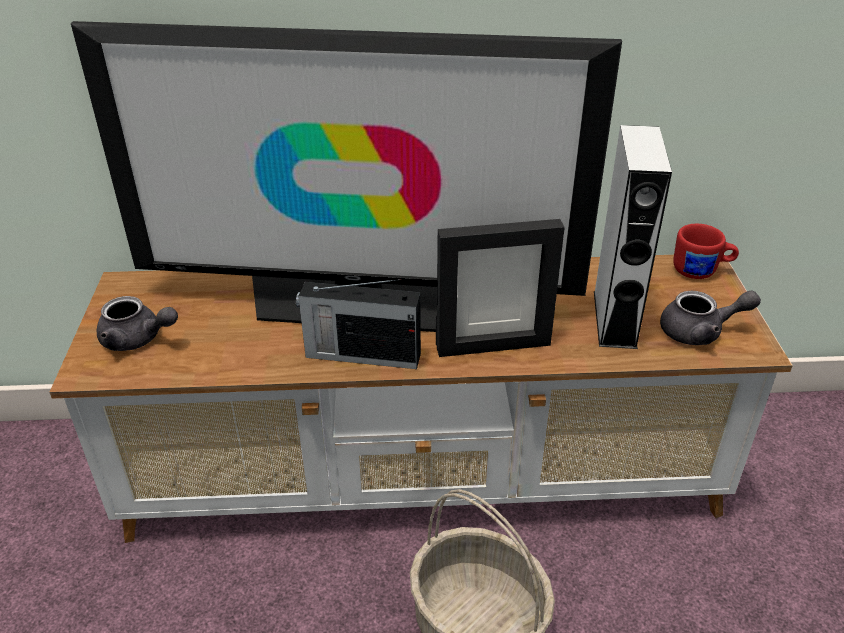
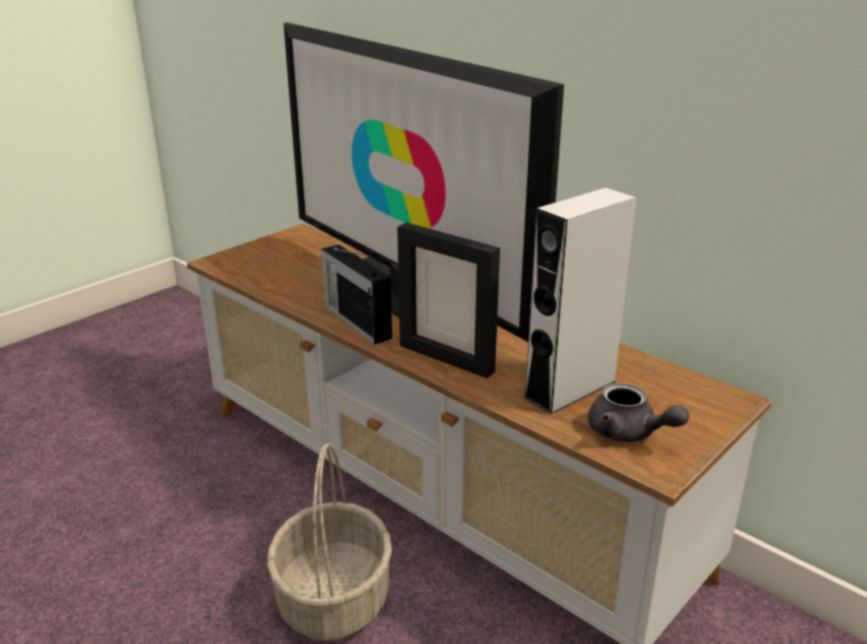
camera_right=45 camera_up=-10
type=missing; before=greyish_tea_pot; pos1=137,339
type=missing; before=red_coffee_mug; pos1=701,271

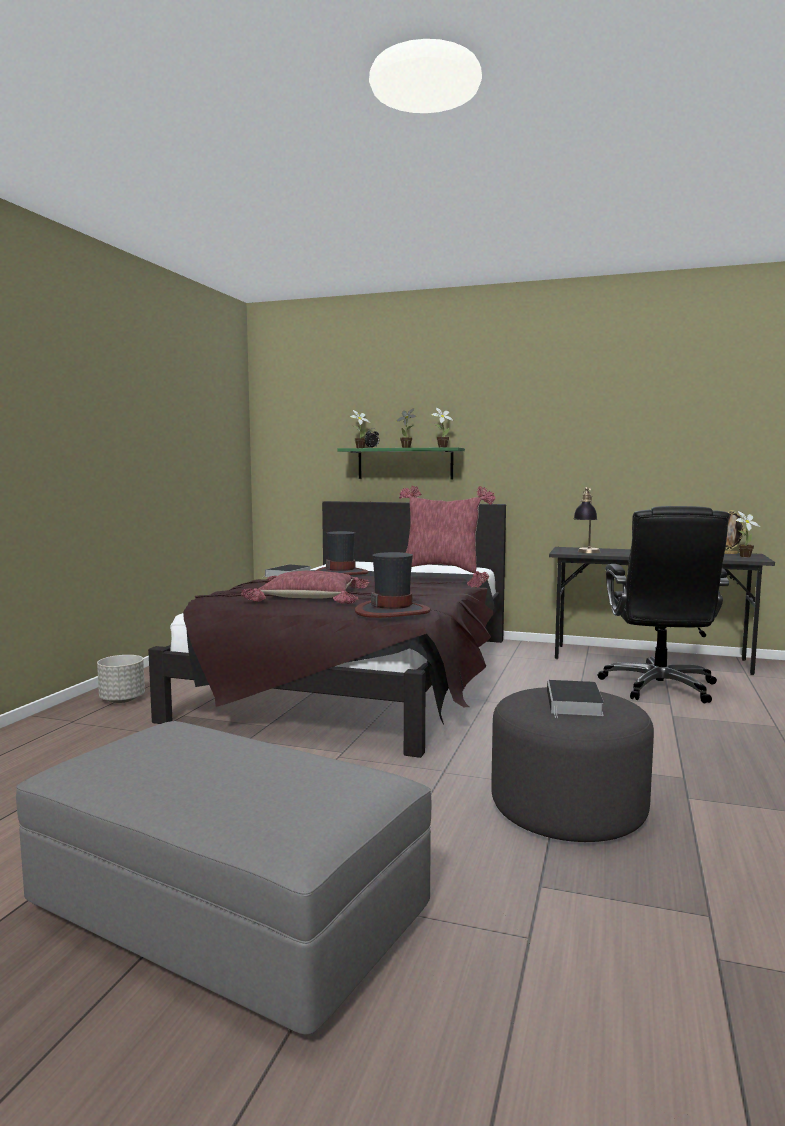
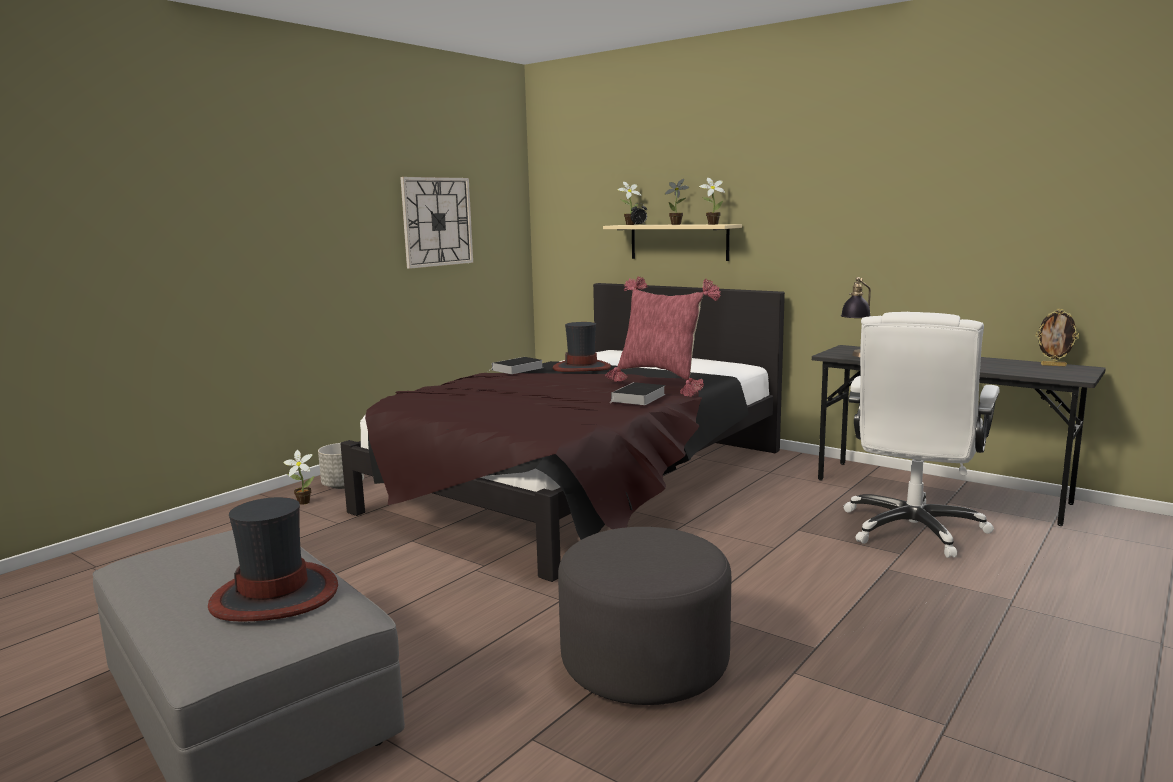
camera_right=20 camera_up=5
type=relocated; before=hat; pos1=392,611; pos2=275,595
type=relocated; before=potted_plant; pos1=743,556; pos2=302,502
type=appeared; after=hanging_clock; pos2=437,222
type=colour; before=green-coloured_wall_shelf; after=sand-coloured_wall_shelf; pos1=405,463; pos2=678,242
type=relocated; before=volume; pos1=574,704; pos2=638,398
type=colour; before=black-coloured_office_chair; after=white-coloured_office_chair; pos1=659,686; pos2=913,528
type=missing; before=red_cushion; pos1=309,595

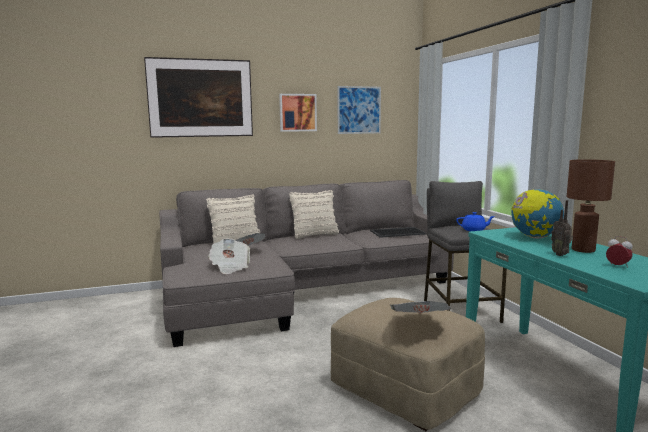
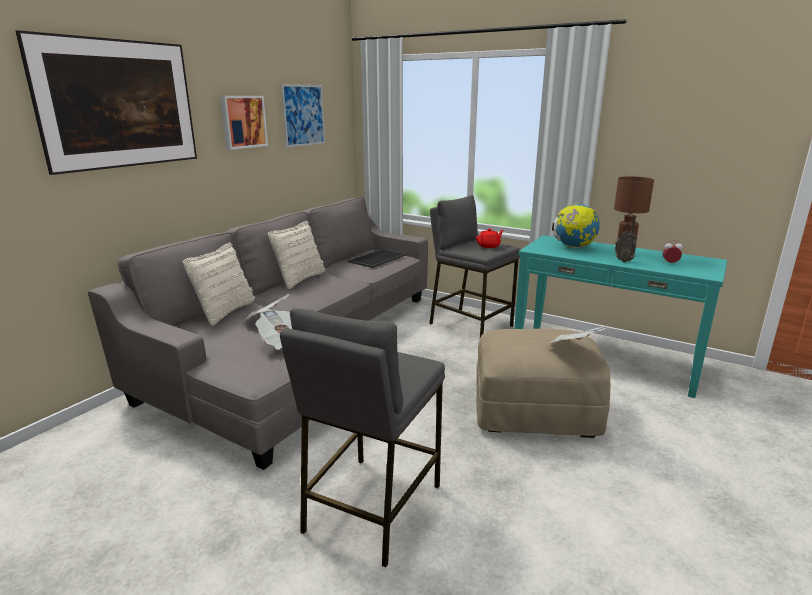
camera_right=-40 camera_up=10
type=appeared; after=greyish_stool; pos2=371,507
type=colour; before=bluish_tea_pot; after=red_tea_pot; pos1=474,230; pos2=489,246

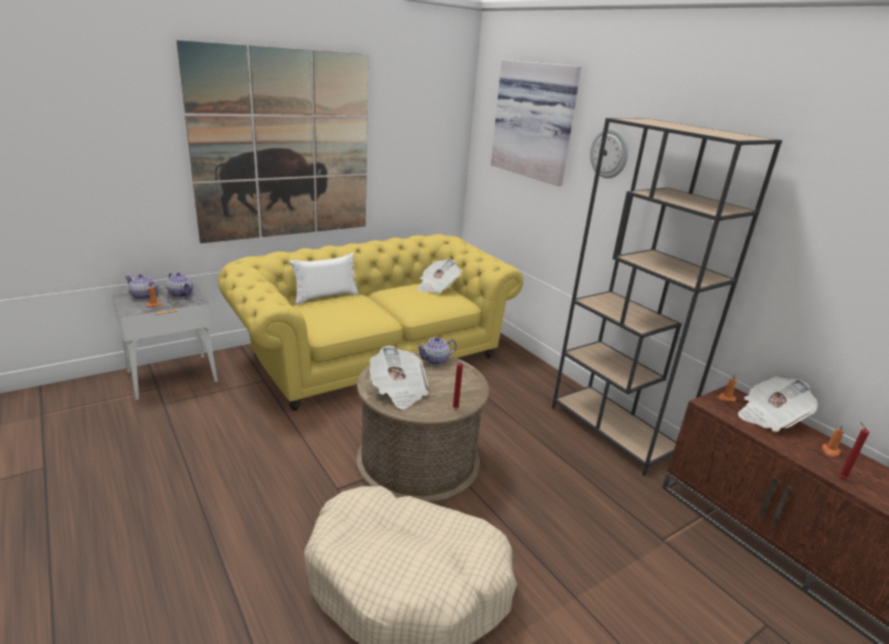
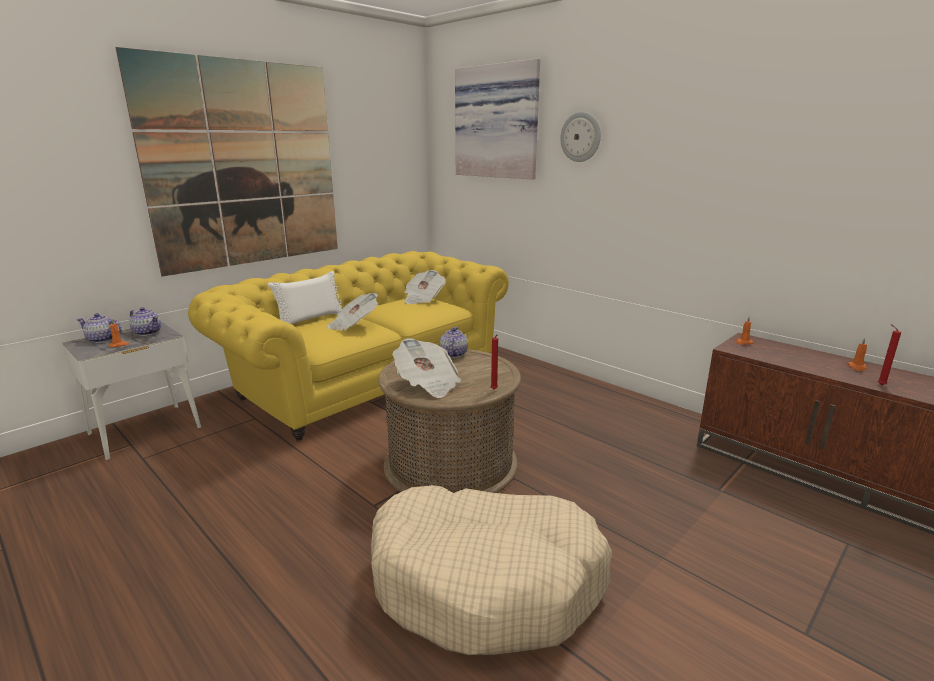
camera_right=-10 camera_up=-5
type=relocated; before=printed_paper; pos1=769,417; pos2=353,325
type=spun; before=tea_pot; pos1=436,360; pos2=453,354; turn=135
type=missing; before=bookcase; pos1=614,431

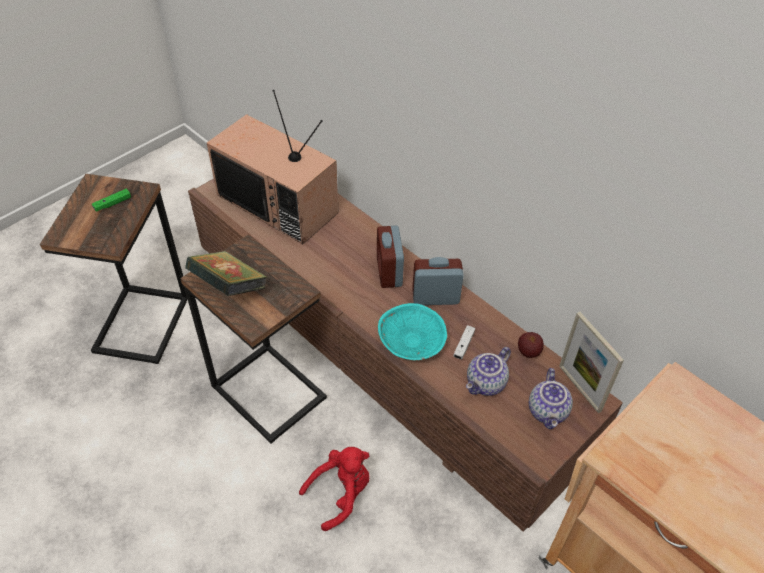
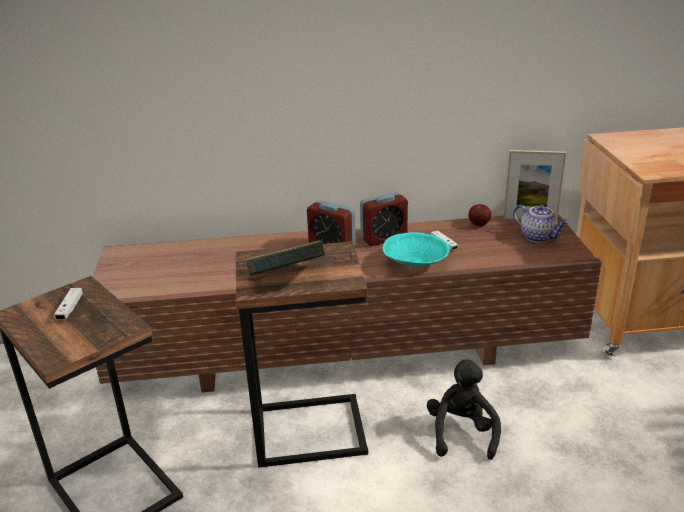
camera_right=-50 camera_up=-20
type=colour; before=green-coloured_joypad; after=white-coloured_joypad; pos1=112,204; pos2=70,309
type=spun; before=alarm_clock; pos1=435,297; pos2=384,238; turn=-150
type=colour; before=red_cuddly_toy; after=black-coloured_cuddly_toy; pos1=341,493; pos2=462,433
type=missing; before=television; pos1=280,203
type=missing; before=tea_pot; pos1=486,384

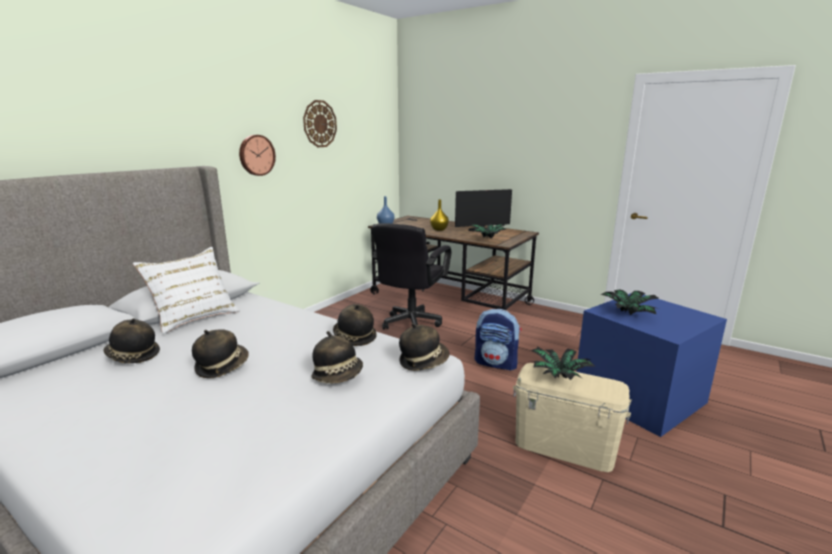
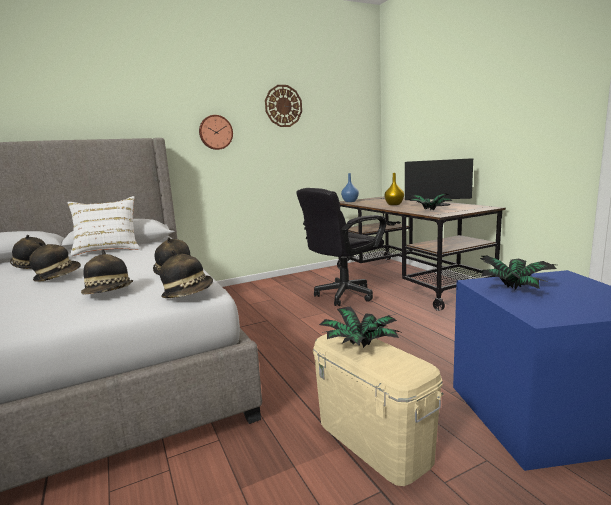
camera_right=30 camera_up=-5
type=missing; before=backpack; pos1=496,363

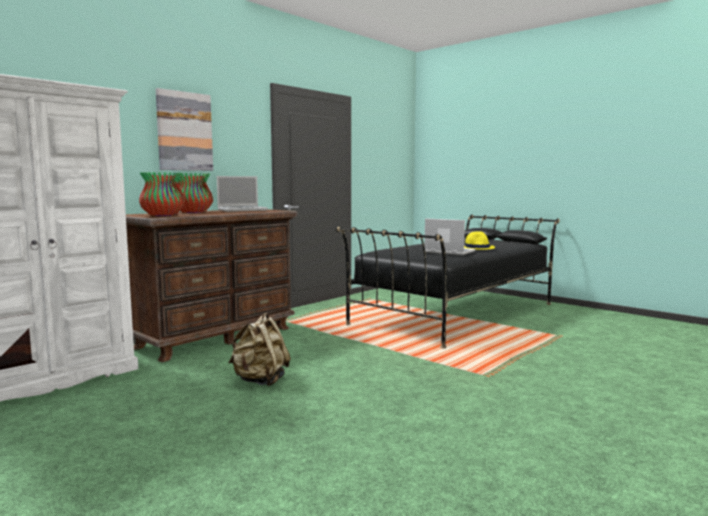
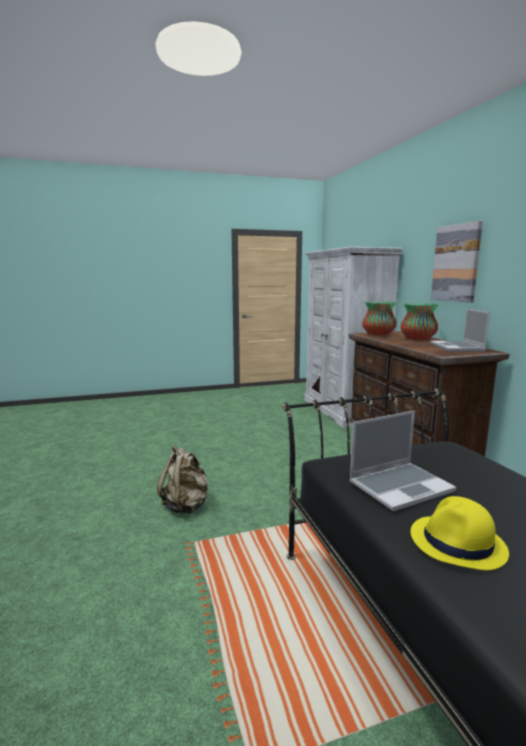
camera_right=120 camera_up=5
type=relocated; before=sand-coloured_backpack; pos1=260,381; pos2=186,505

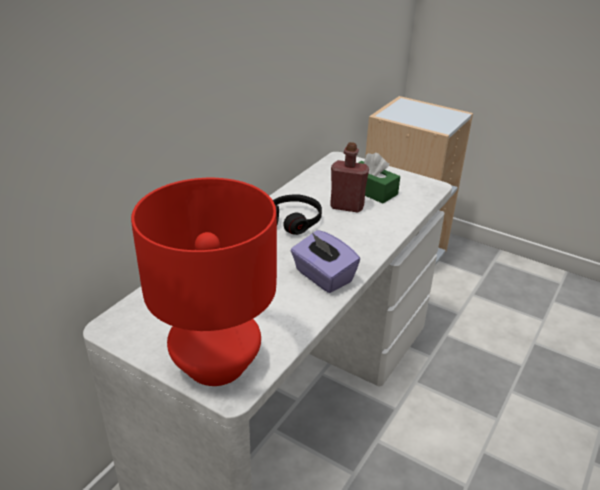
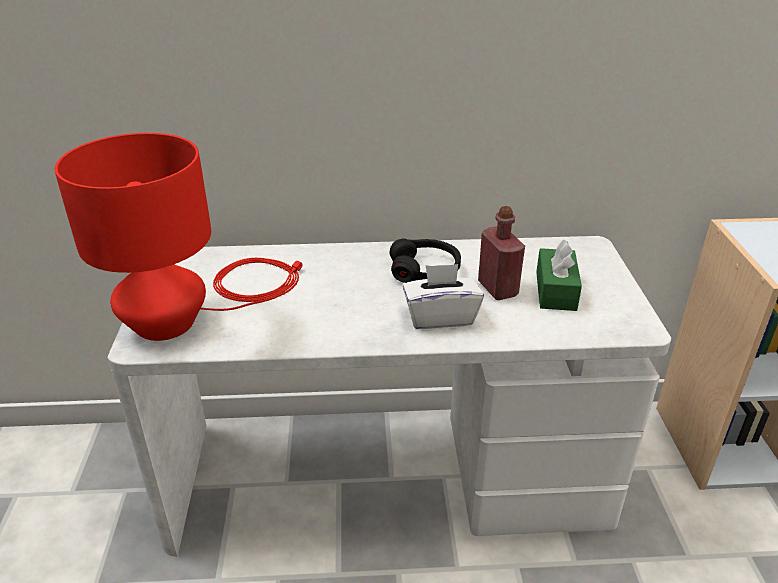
camera_right=55 camera_up=0
type=appeared; after=white-coloured_tissue_holder; pos2=440,317
type=missing; before=purple-coloured_tissue_holder; pos1=323,277

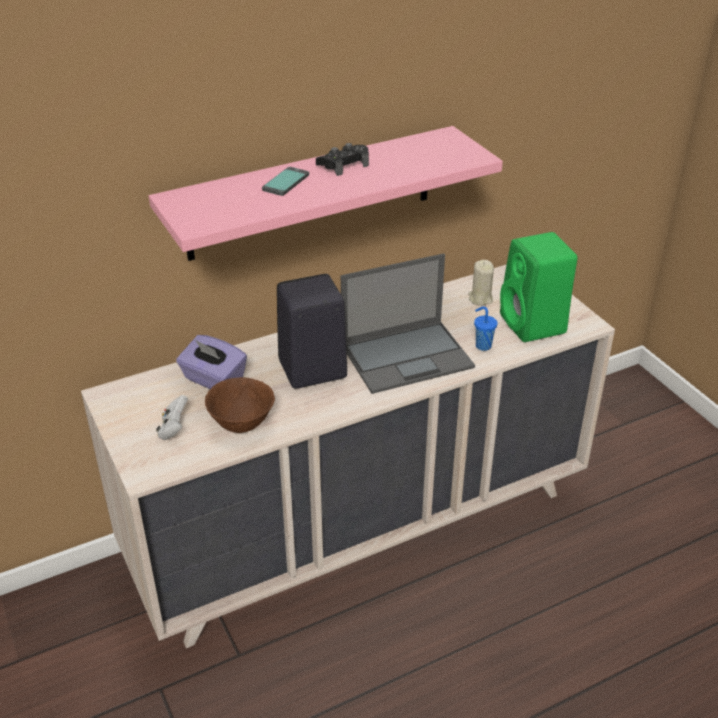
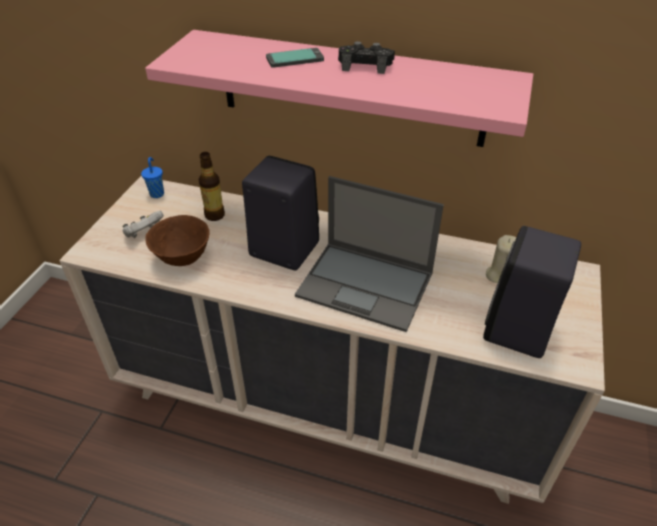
camera_right=45 camera_up=5
type=relocated; before=bluish_drinking_cup; pos1=482,345; pos2=157,193
type=exchanged; before=purple-coloured_tissue_holder; after=beverage_bottle; pos1=213,379; pos2=214,215
type=colour; before=green-coloured_audio_speaker; after=black-coloured_audio_speaker; pos1=534,325; pos2=518,331

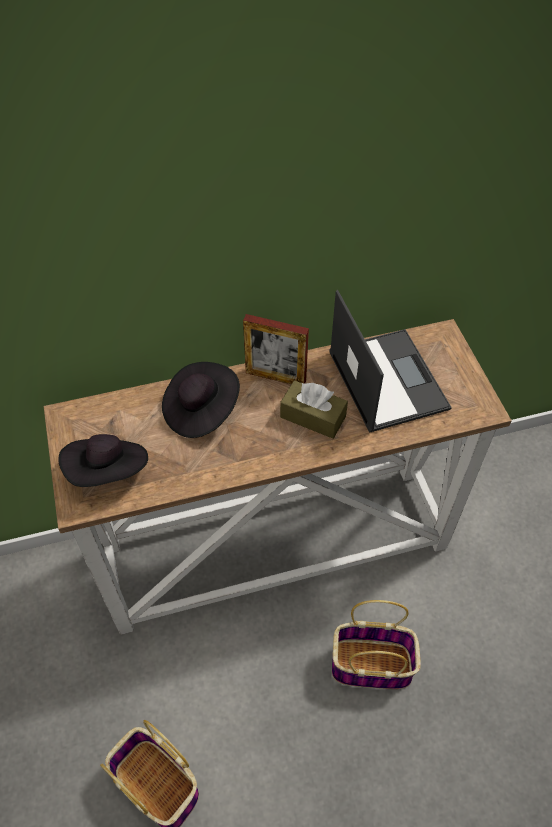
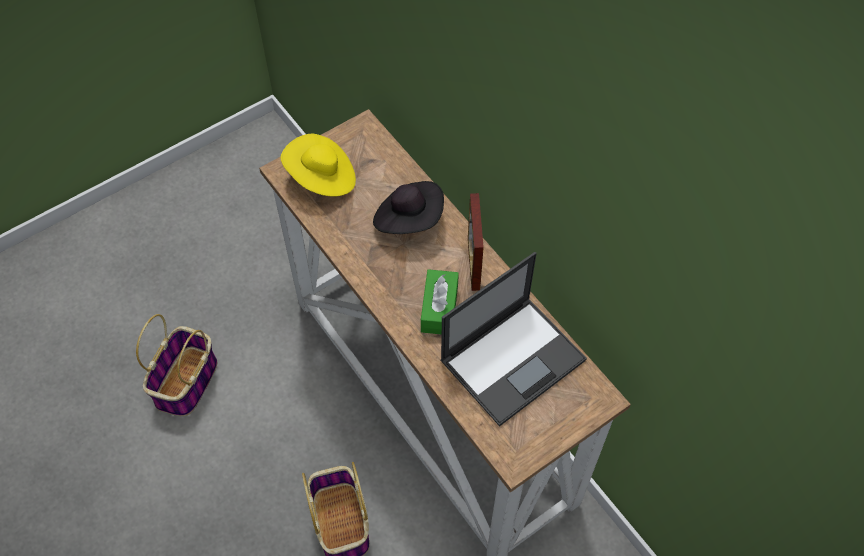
camera_right=70 camera_up=5
type=colour; before=black-coloured_hat; after=yellow-coloured_hat; pos1=108,471; pos2=321,178
type=colour; before=brown-coloured_tissue_holder; after=green-coloured_tissue_holder; pos1=313,417; pos2=439,308

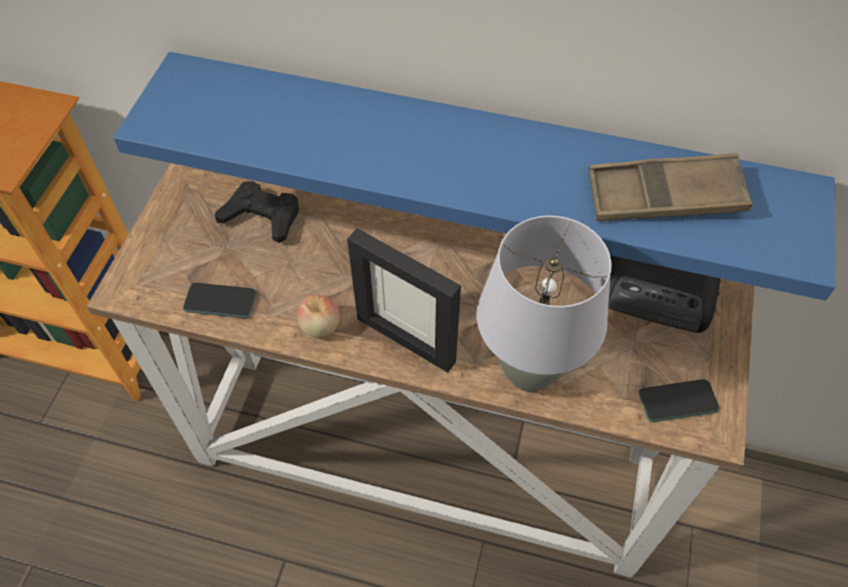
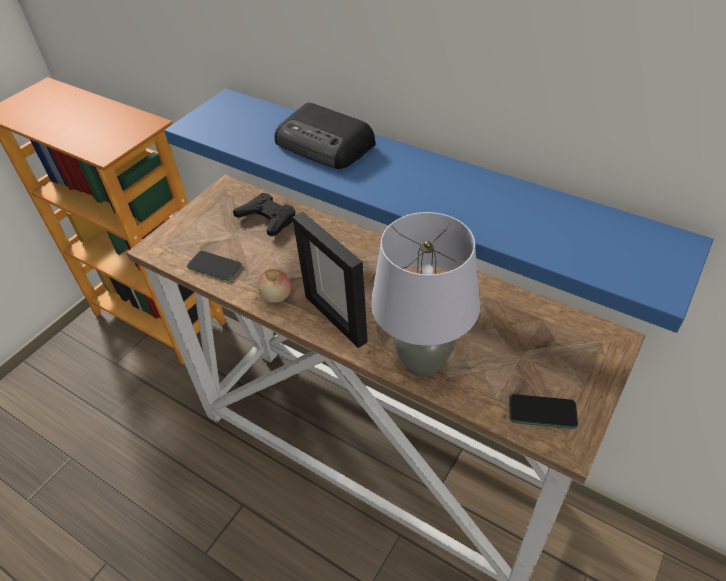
camera_right=20 camera_up=-10
type=relocated; before=radio; pos1=658,294; pos2=325,145
type=missing; before=brown-coloured_carrying_tray; pos1=664,196

